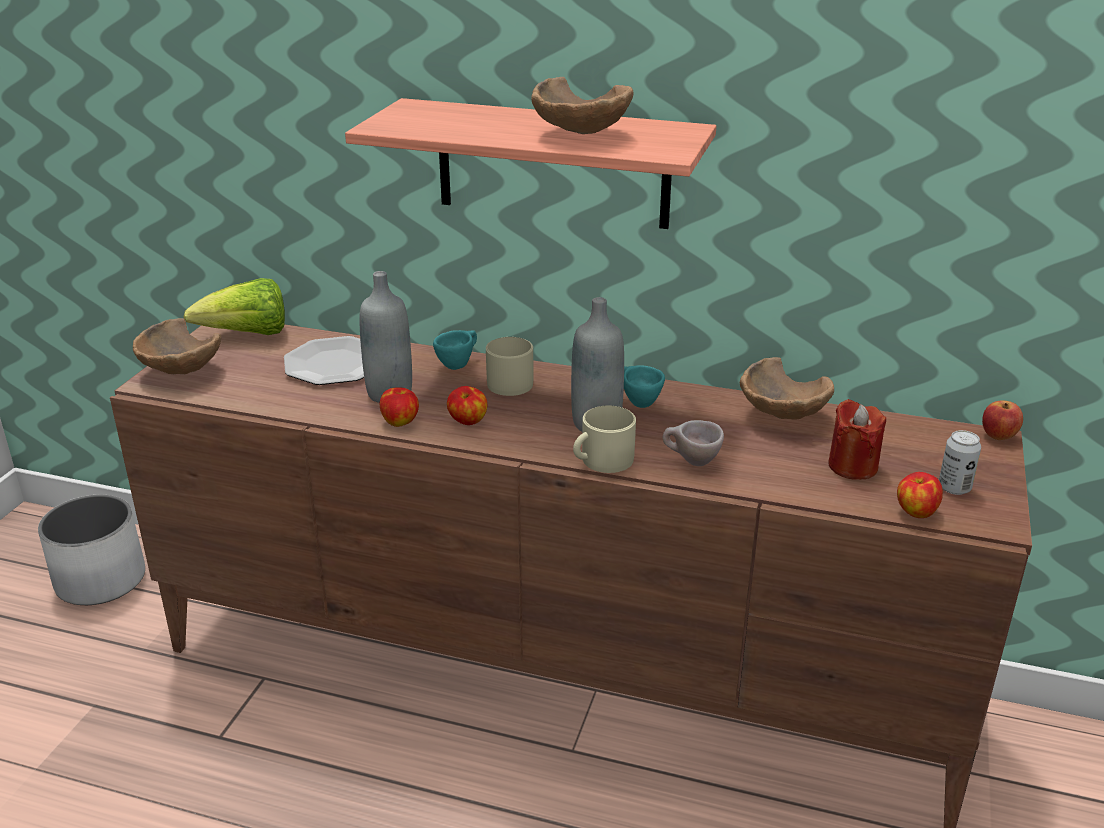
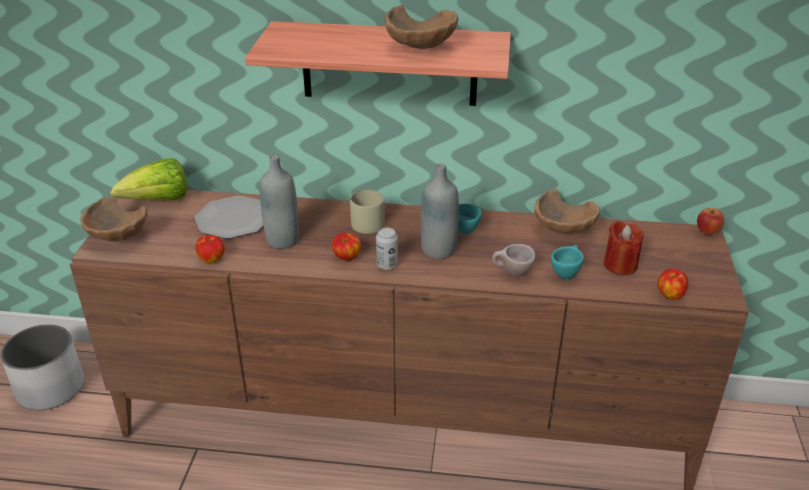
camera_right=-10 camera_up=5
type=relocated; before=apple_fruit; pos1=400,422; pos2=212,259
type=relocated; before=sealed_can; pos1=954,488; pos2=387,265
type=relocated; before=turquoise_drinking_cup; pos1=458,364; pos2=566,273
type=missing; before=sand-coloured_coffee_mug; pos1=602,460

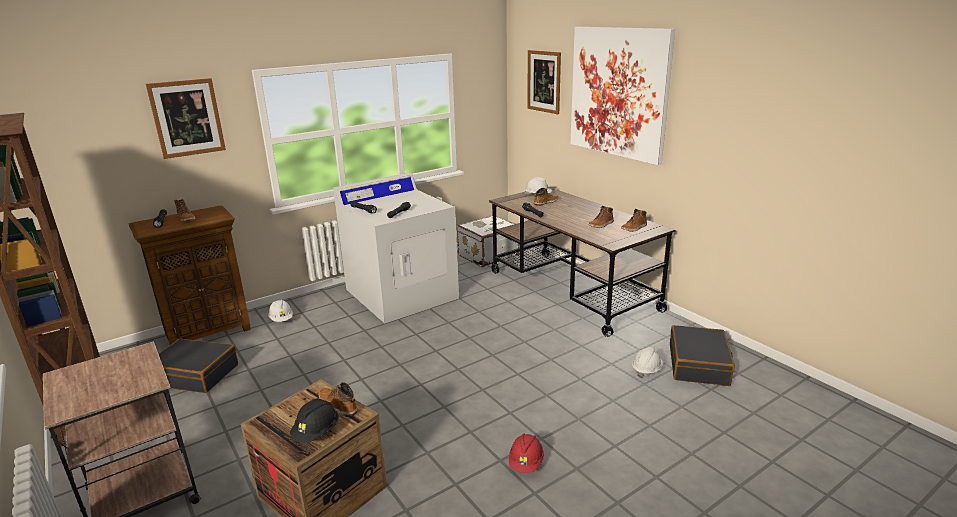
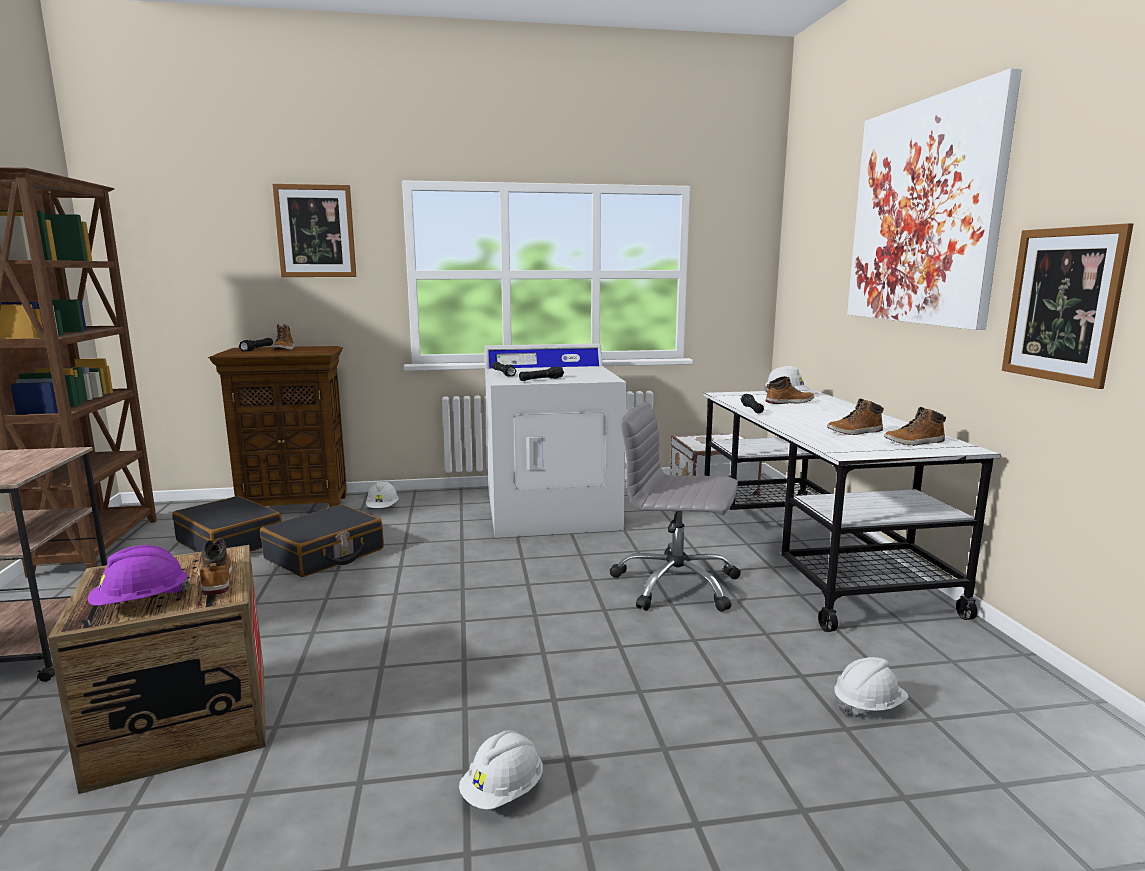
camera_right=25 camera_up=-10
type=colour; before=black-coloured_safety_helmet; after=purple-coloured_safety_helmet; pos1=316,432; pos2=141,603
type=relocated; before=black-coloured_suitcase; pos1=699,365; pos2=325,554
type=colour; before=red_safety_helmet; after=white-coloured_safety_helmet; pos1=526,463; pos2=503,792
type=appeared; after=greyish_office_chair; pos2=675,585
type=colour; before=brown-coloured_desk_unit; after=white-coloured_desk_unit; pos1=571,290; pos2=811,554
type=relocated; before=wall_picture; pos1=544,81; pos2=1062,305

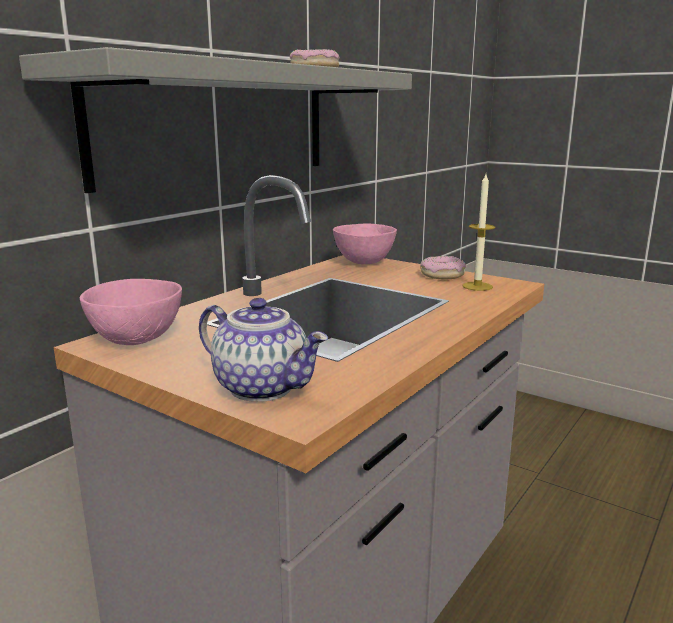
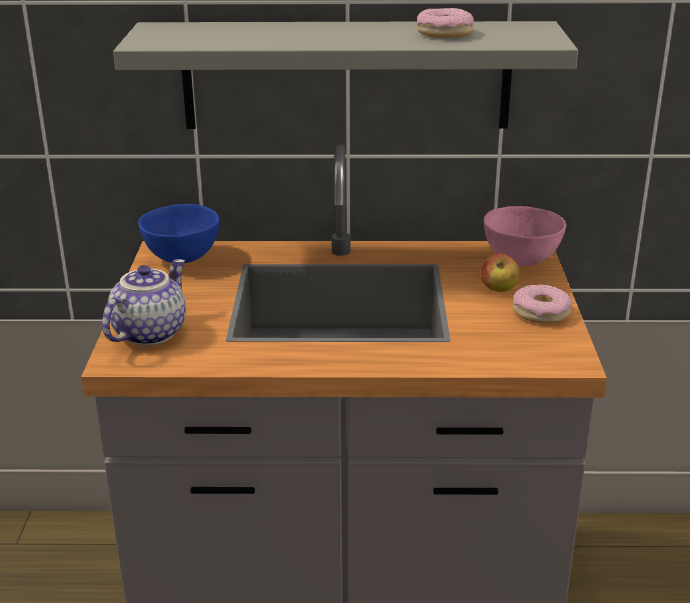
camera_right=55 camera_up=10
type=spun; before=tea_pot; pos1=264,387; pos2=148,332; turn=-150
type=colour; before=pinkish_bowl; after=bluish_bowl; pos1=138,340; pos2=183,259
type=appeared; after=apple_fruit; pos2=498,289
type=missing; before=wax_light; pos1=477,286

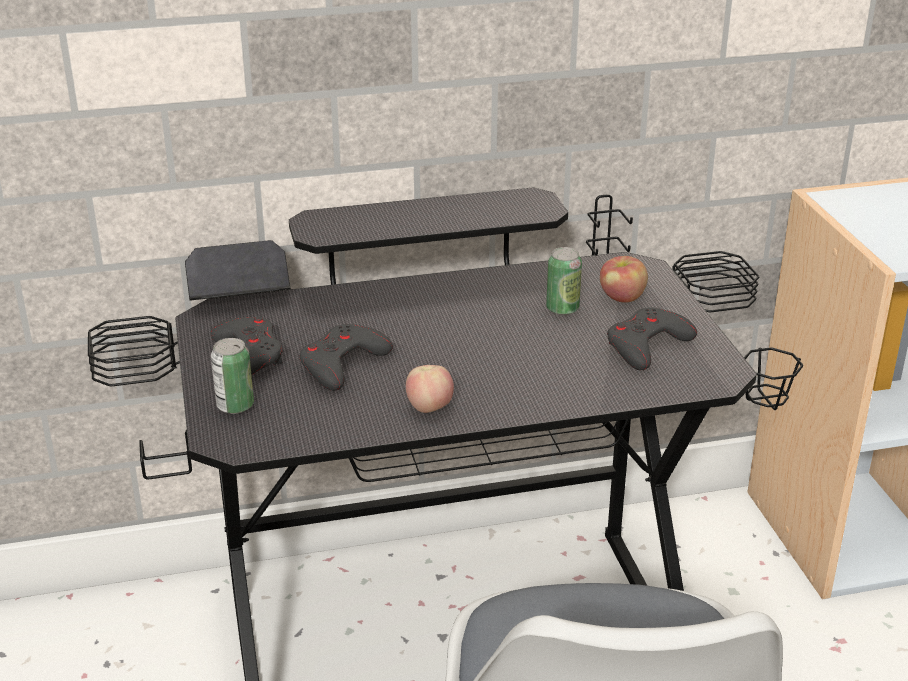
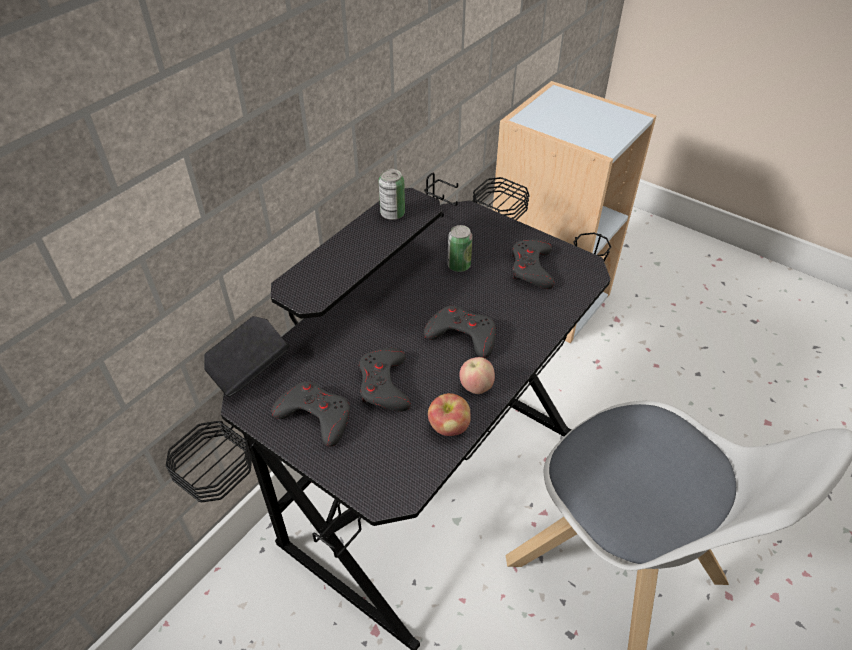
camera_right=-40 camera_up=15
type=relocated; before=sealed_can; pos1=235,406; pos2=392,214
type=appeared; after=greyish_joypad; pos2=462,335
type=relocated; before=apple_fruit; pos1=622,298; pos2=449,427

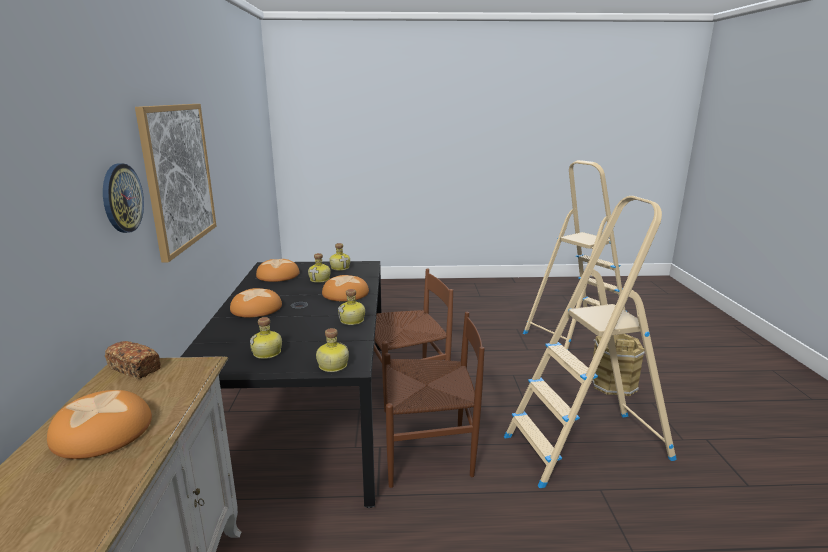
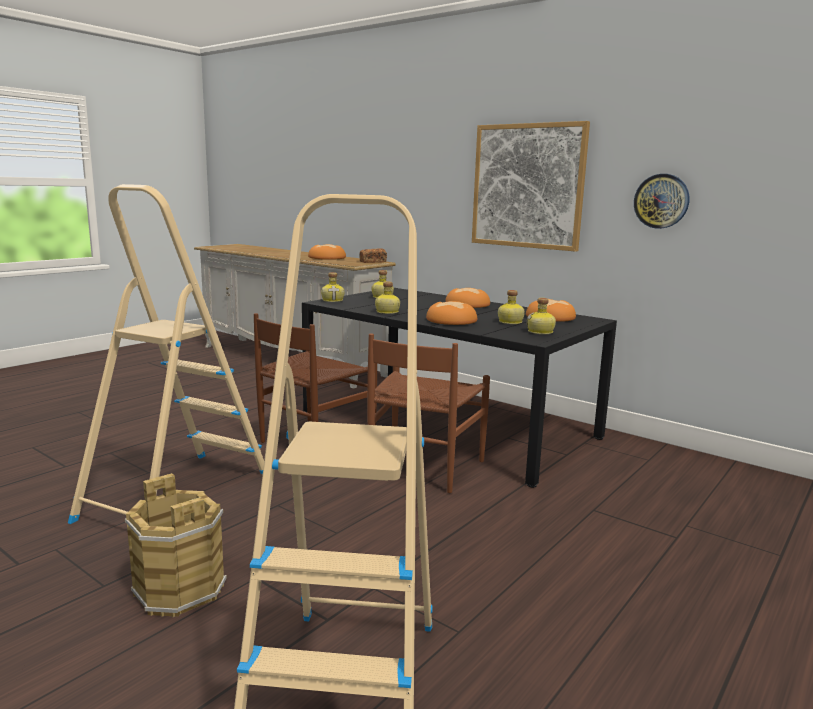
camera_right=130 camera_up=-5
type=relocated; before=hanging_clock; pos1=121,198; pos2=661,201

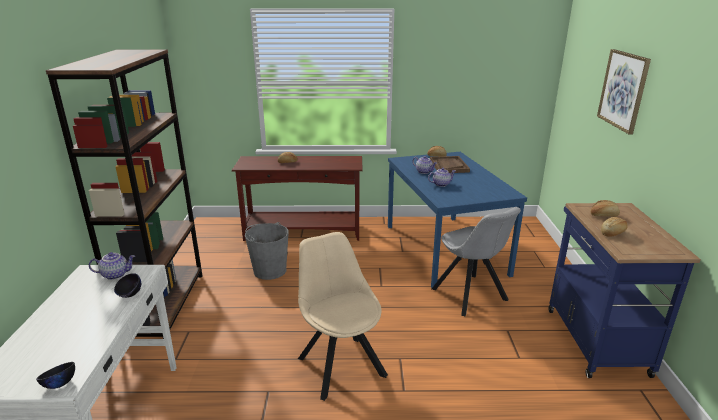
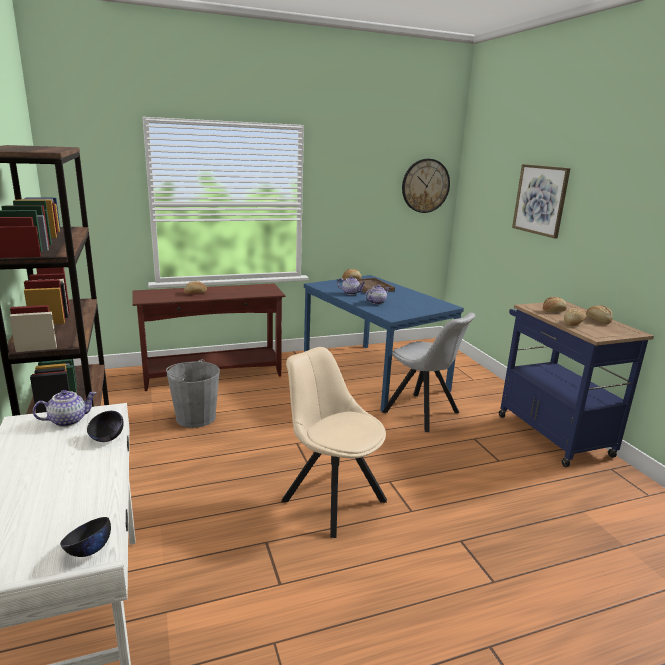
camera_right=-20 camera_up=-5
type=appeared; after=hanging_clock; pos2=425,186
type=appeared; after=bread; pos2=598,320

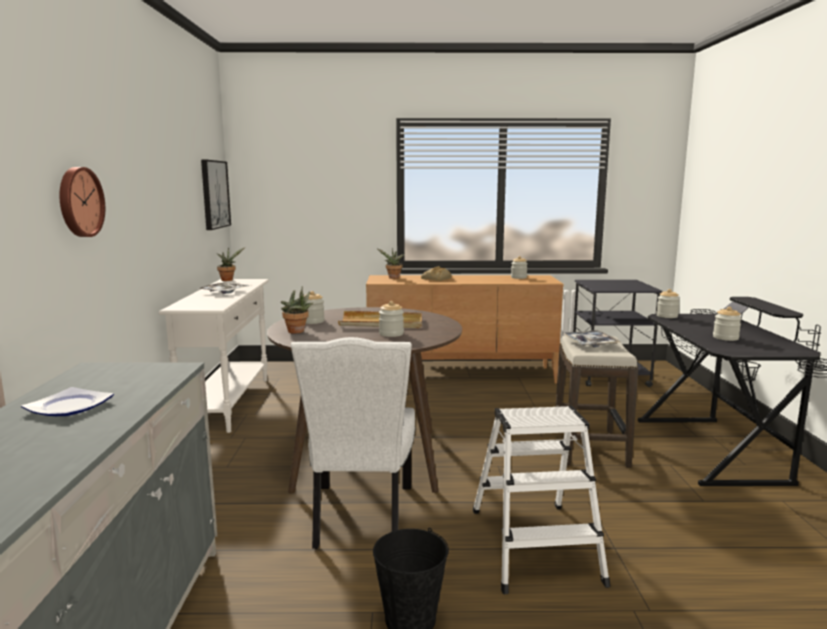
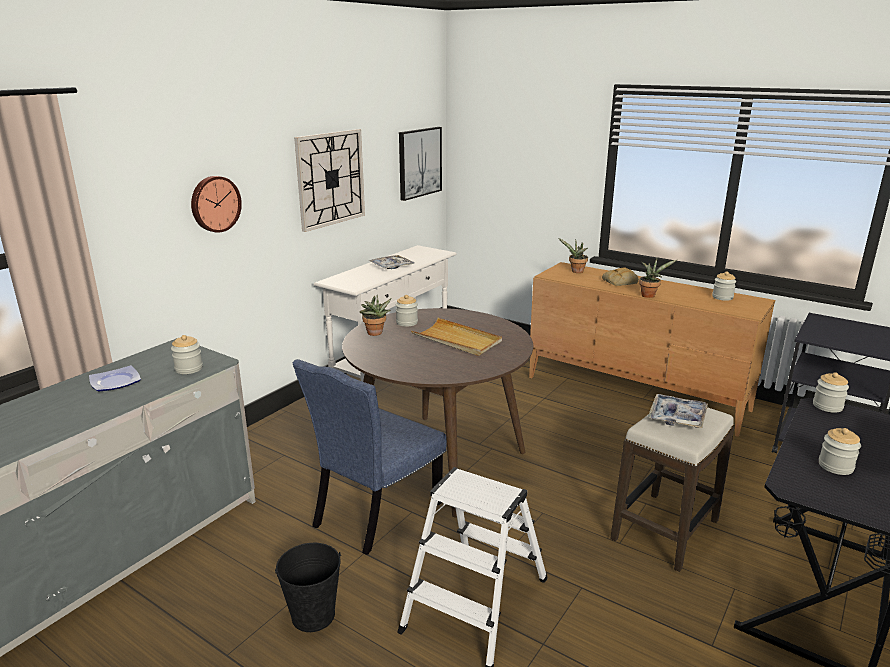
camera_right=35 camera_up=10
type=relocated; before=jar; pos1=391,334; pos2=189,369
type=colour; before=white-coloured_plain_chair; after=bluish_plain_chair; pos1=361,513; pos2=377,511
type=appeared; after=hanging_clock; pos2=330,179
type=relocated; before=potted_plant; pos1=228,280; pos2=649,295

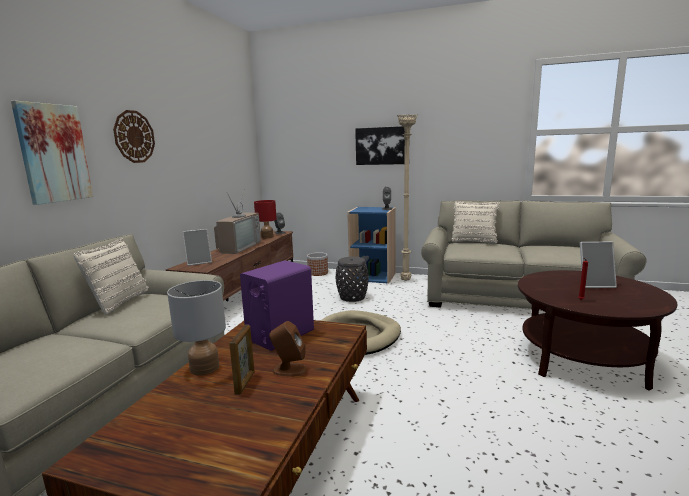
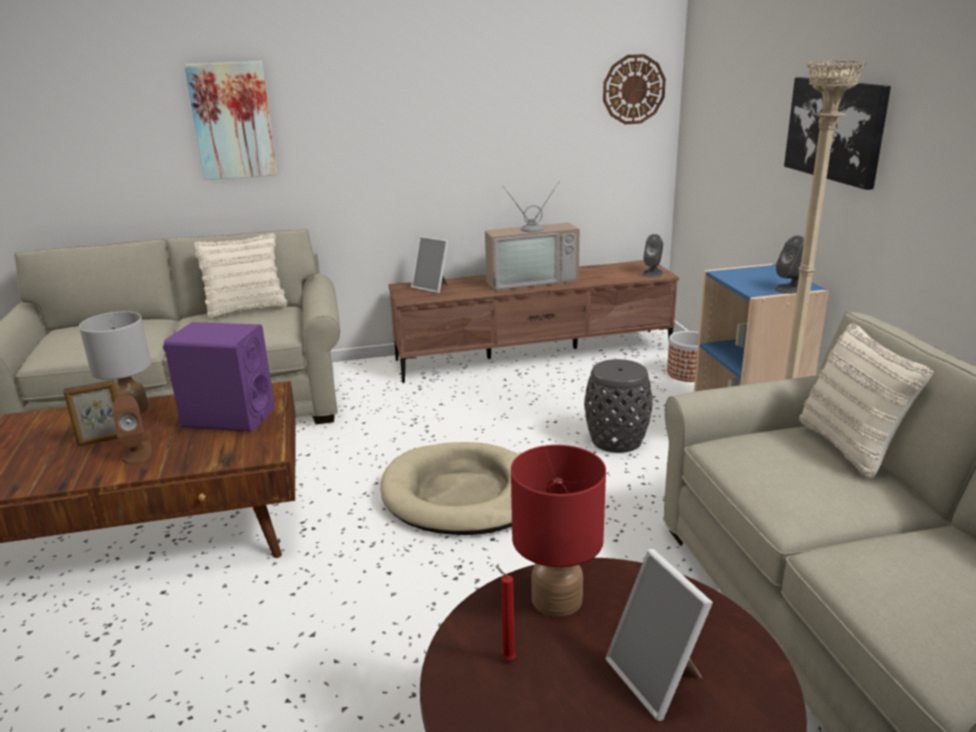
camera_right=60 camera_up=10
type=relocated; before=red_table_lamp; pos1=267,237; pos2=556,599
type=relocated; before=hanging_clock; pos1=134,136; pos2=633,89

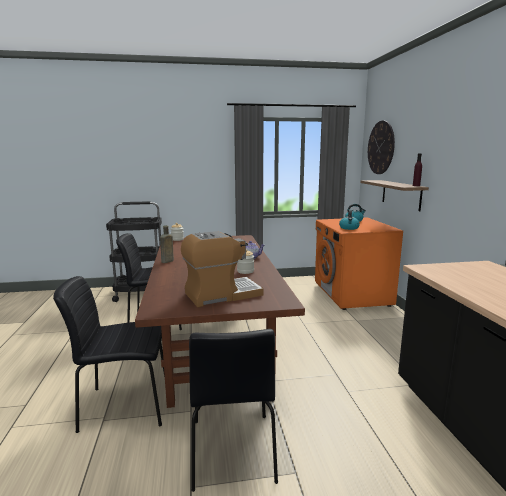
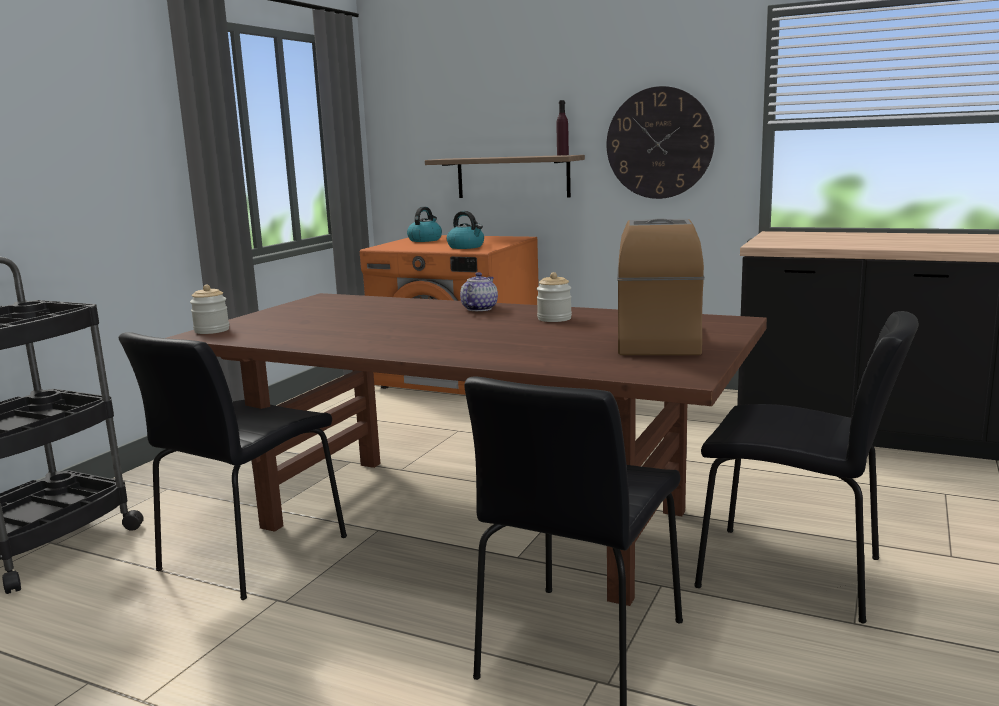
camera_right=-55 camera_up=0
type=relocated; before=hanging_clock; pos1=381,147; pos2=659,143
type=missing; before=brown-coloured_beverage_bottle; pos1=166,261

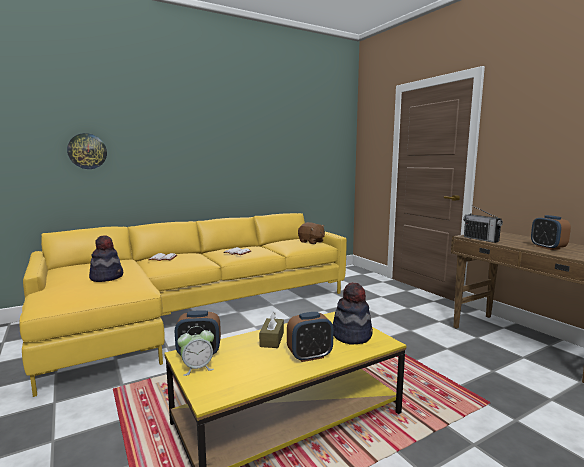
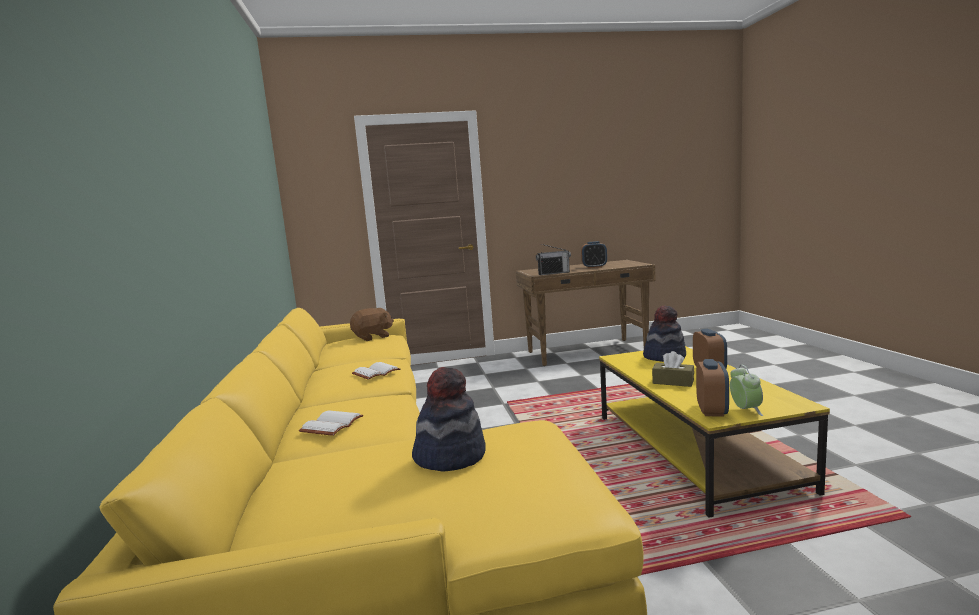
camera_right=-70 camera_up=0
type=missing; before=hanging_clock; pos1=87,151

